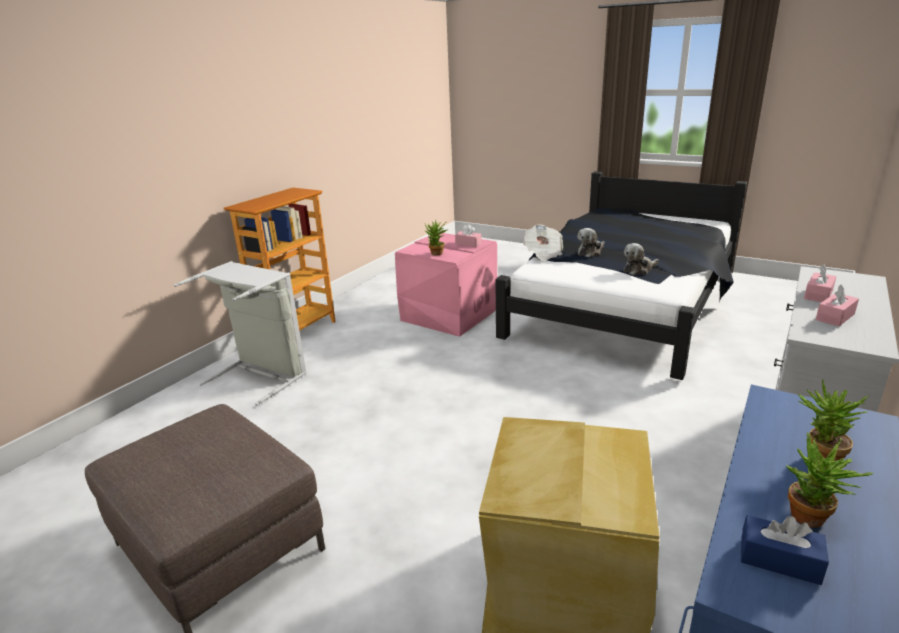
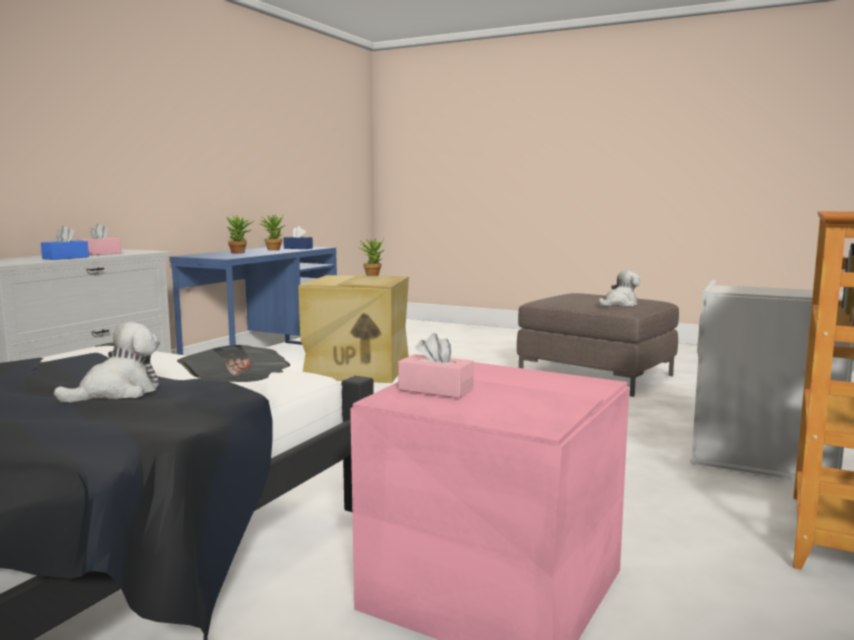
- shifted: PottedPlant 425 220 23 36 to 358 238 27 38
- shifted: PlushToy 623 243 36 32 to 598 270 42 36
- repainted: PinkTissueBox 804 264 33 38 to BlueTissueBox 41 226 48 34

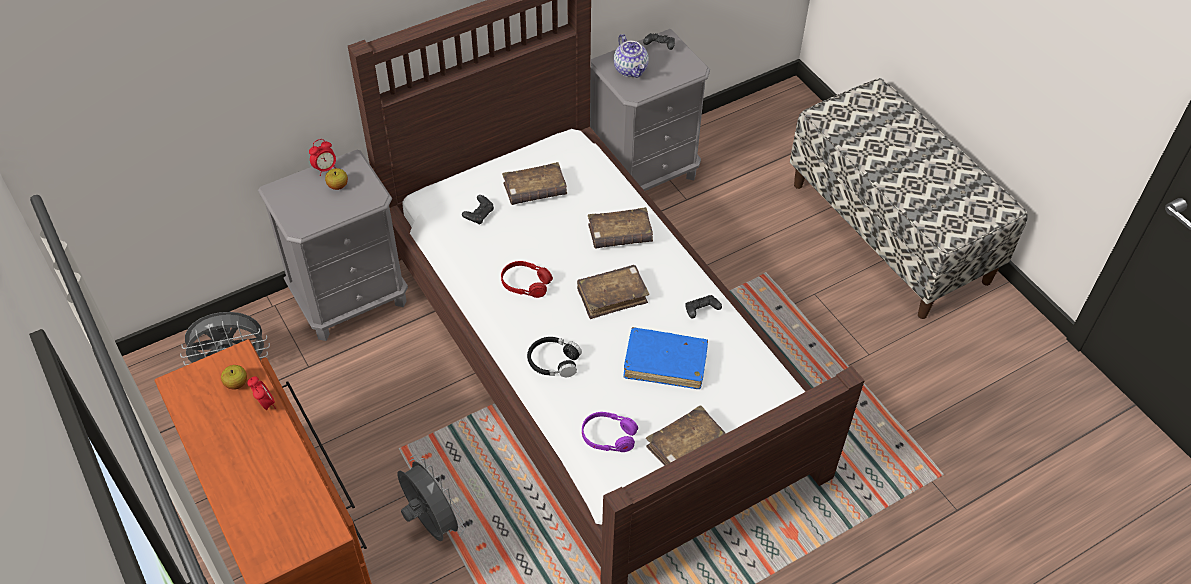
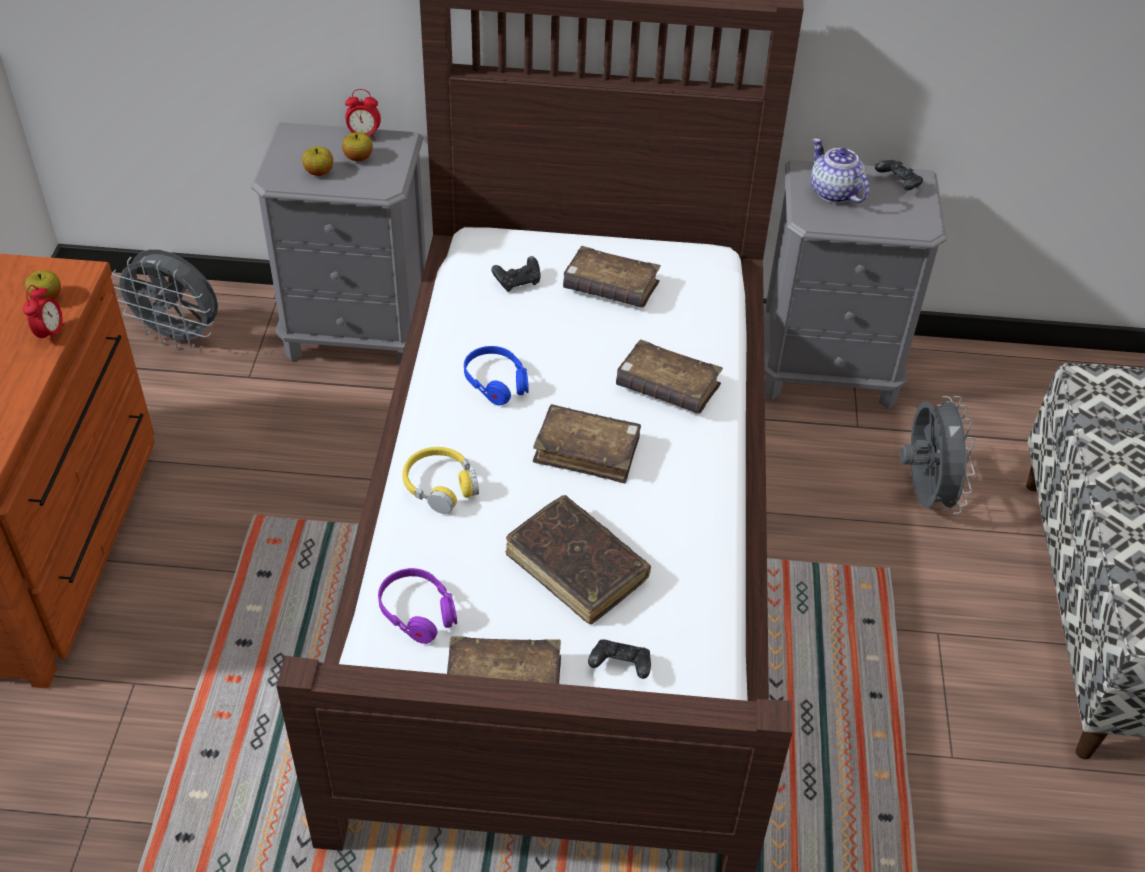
- rotated: Teapot 614 34 35 44 = 811 138 59 65 135 degrees clockwise
- repainted: RedHeadphones 501 261 52 37 to BlueHeadphones 464 346 65 60
- shifted: BlackGameController 685 295 37 24 to 588 640 63 39
- repainted: BlueBook 623 327 85 62 to BrownBook 505 495 146 129
- repainted: BlackHeadphones 527 337 55 40 to YellowHeadphones 402 447 77 67
- shifted: GreyFan 397 455 68 86 to 900 396 75 118
- new: Apple 302 146 31 30

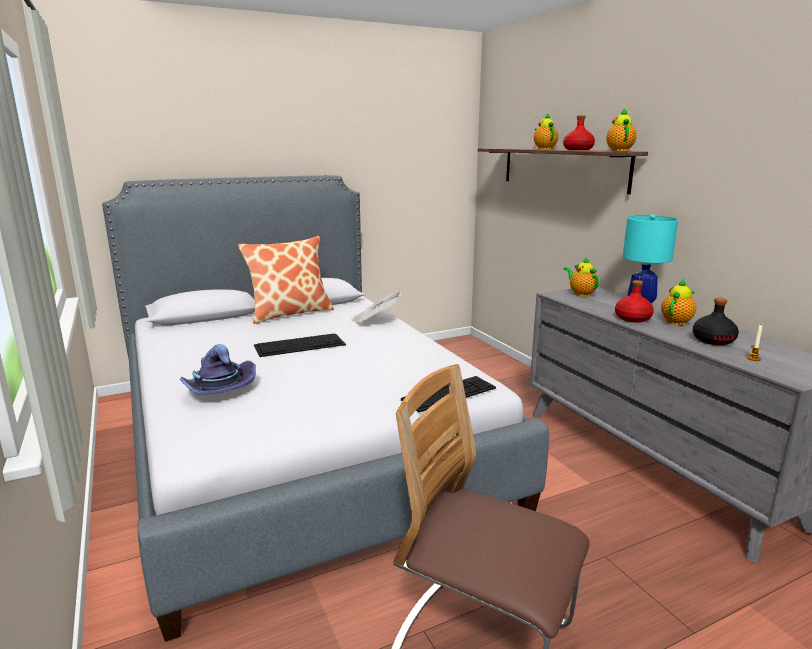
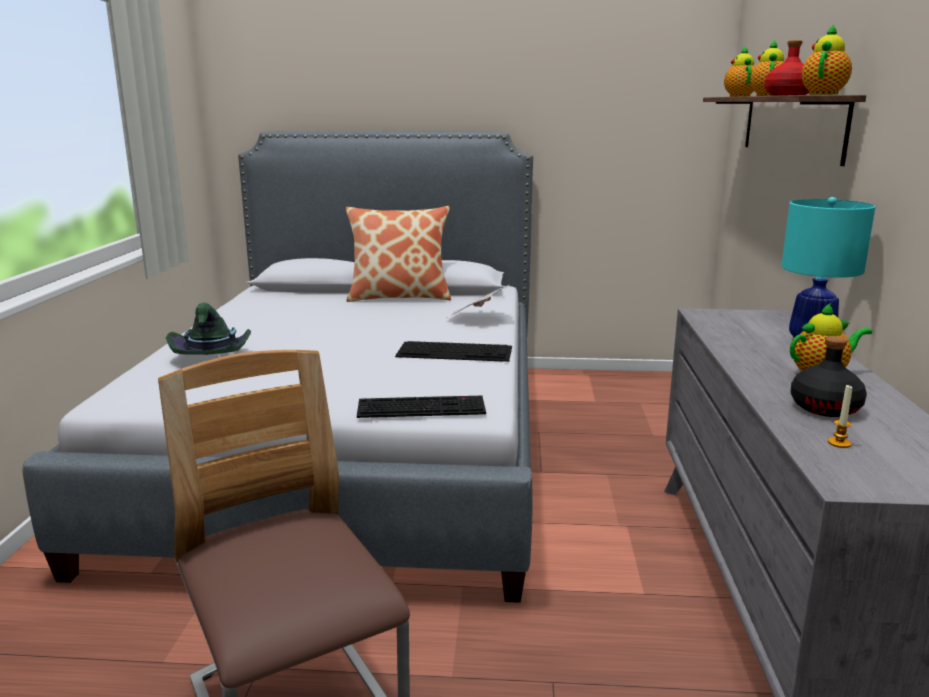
- shifted: Teapot 563 257 36 40 to 724 46 31 51
- gone: RedBottle 615 280 39 42
- shifted: Keyboard 254 334 92 23 to 395 341 117 21
- repainted: PurpleHat 180 344 76 51 to GreenHat 166 303 85 52

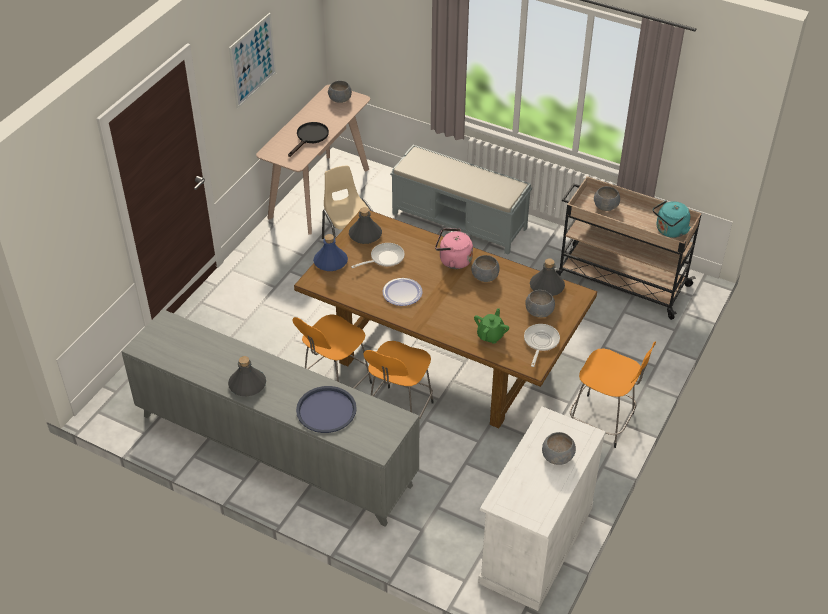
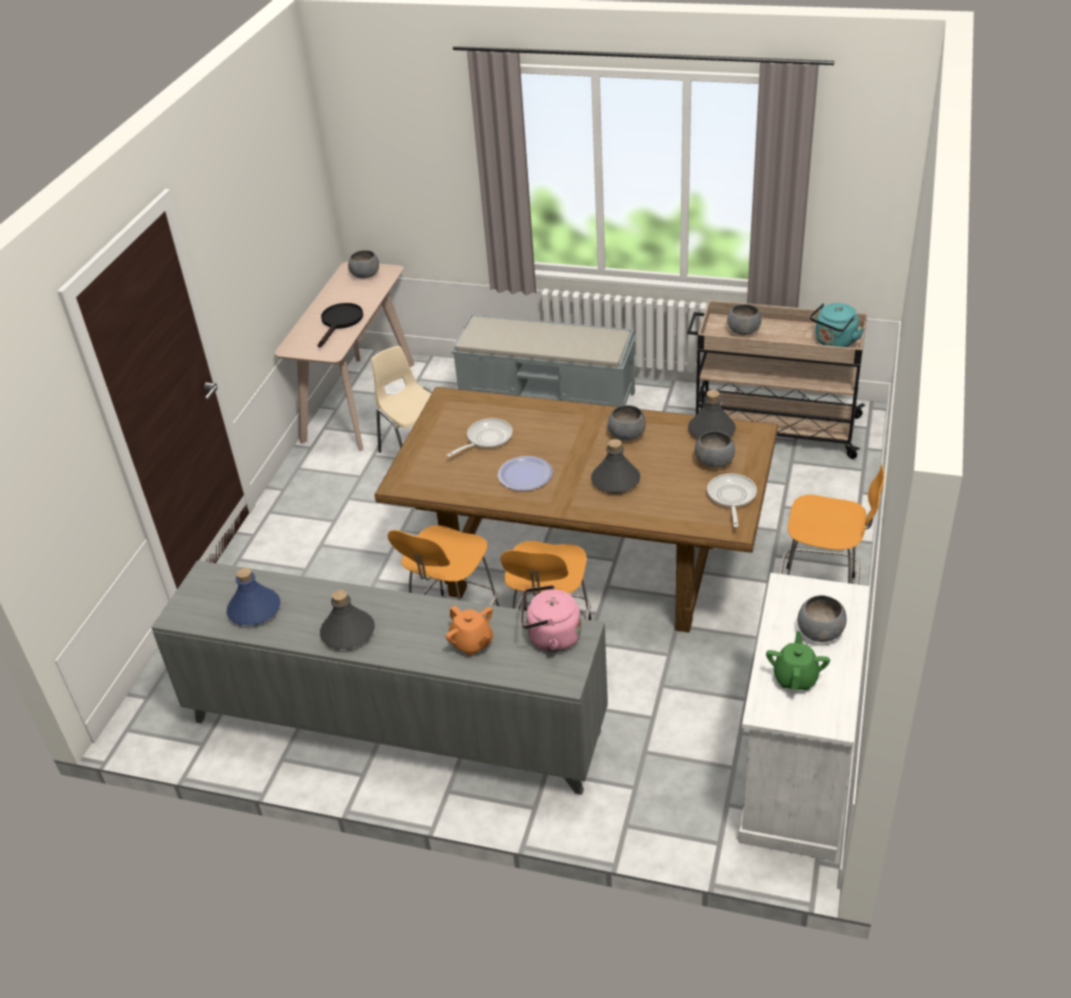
- gone: Picture 229 13 47 96
- shifted: GreyBottle 349 207 33 37 to 591 439 49 54
- shifted: PinkKettle 435 228 38 41 to 521 585 60 67
- shifted: BlueBottle 313 234 35 37 to 227 567 53 59
- shifted: GreenTeapot 474 308 35 36 to 766 631 64 59
- swapped: BlueTray 296 386 61 47 to OrangeTeapot 446 605 47 51

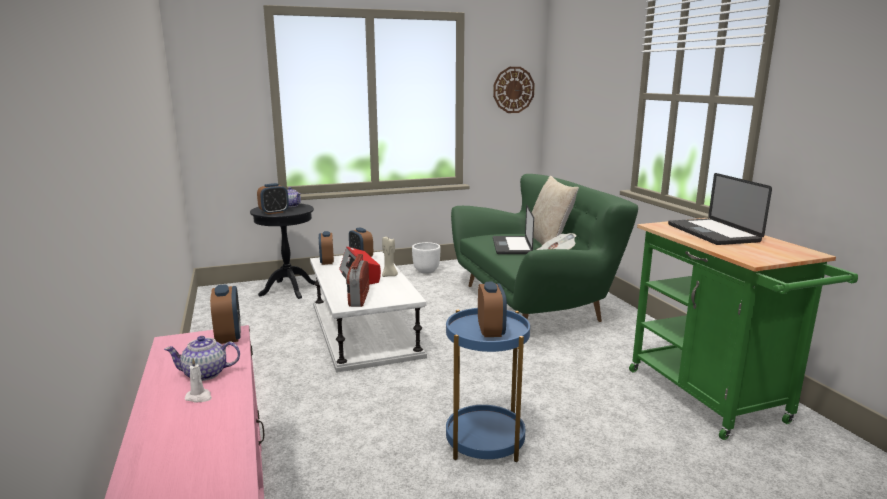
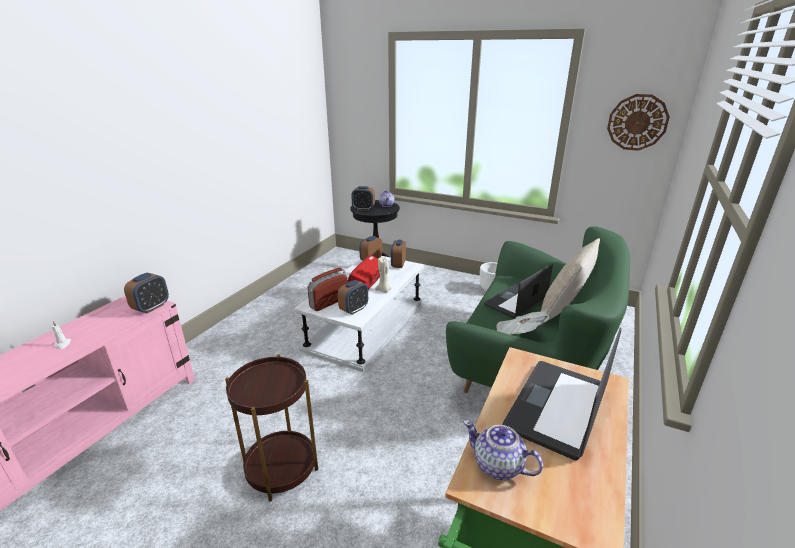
- shifted: AlarmClock 478 282 29 55 to 338 280 30 35
- repainted: BlueSideTable 446 308 84 154 to BrownSideTable 225 354 93 147
- shifted: Teapot 164 336 76 45 to 463 420 80 60

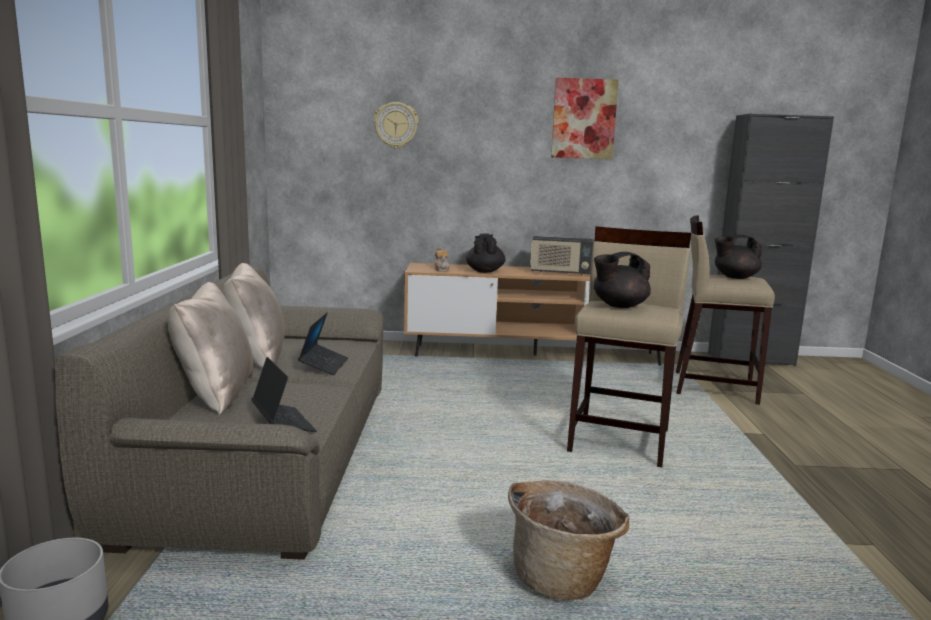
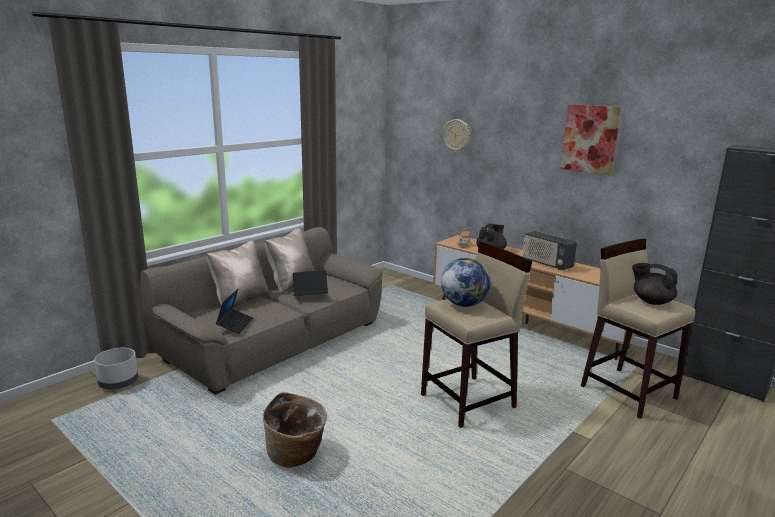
- swapped: BlackTeapot 594 252 57 56 to Globe 441 258 50 49
- rotated: Laptop 298 313 50 62 = 293 270 35 26 150 degrees counterclockwise

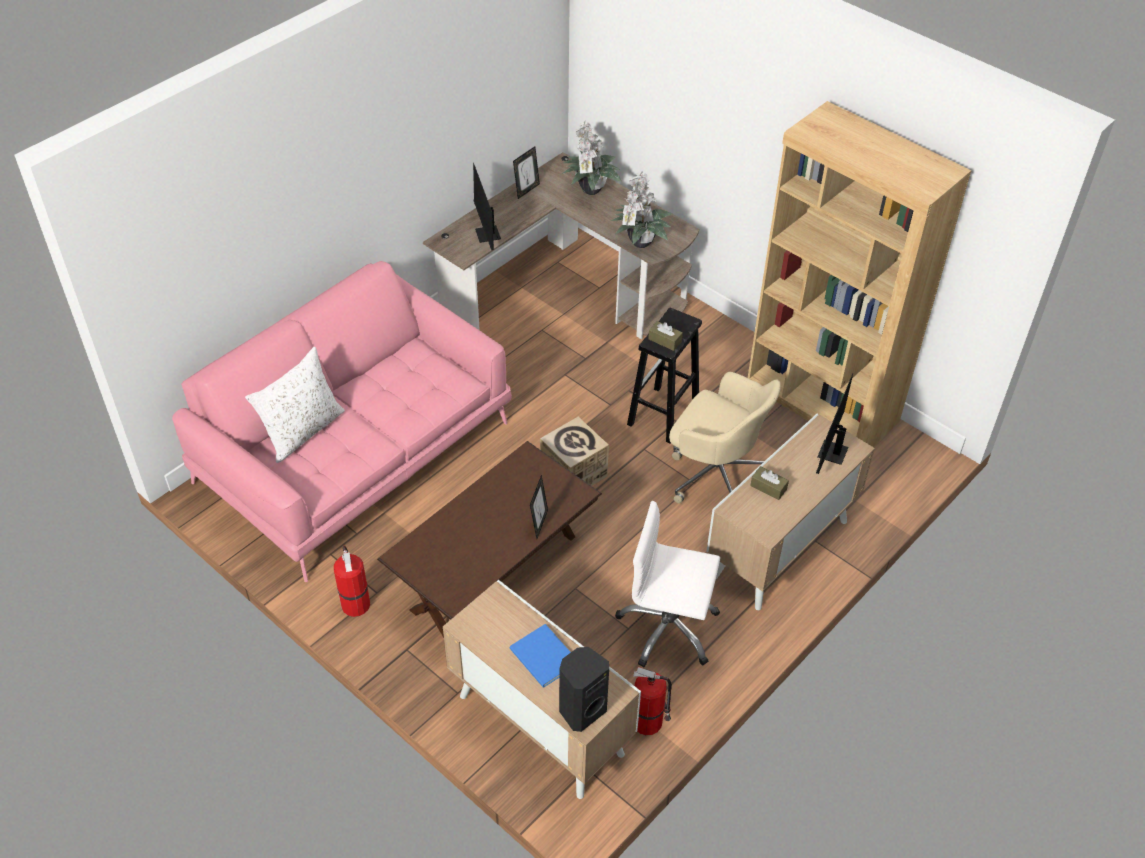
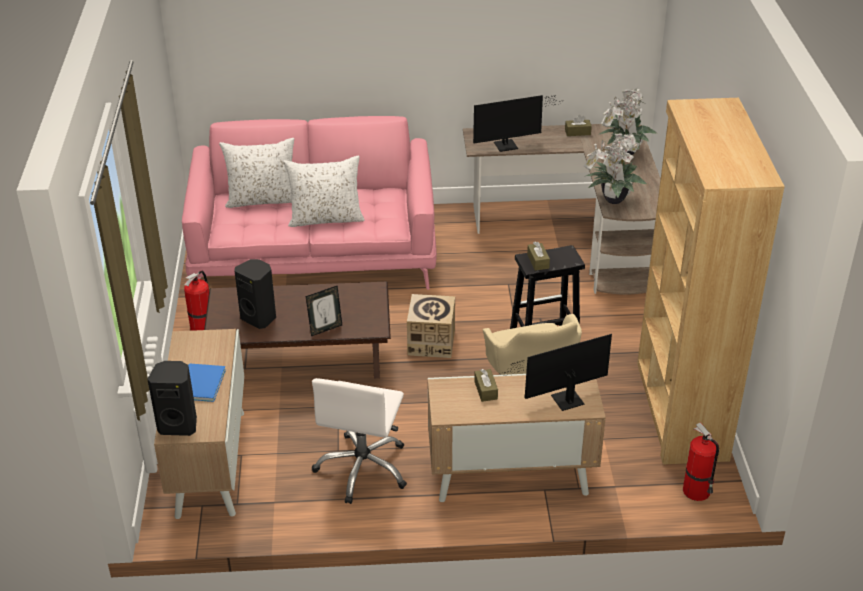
- swapped: PictureFrame 513 146 27 53 to BrownTissueBox 565 115 27 21
- rotated: Monitor 473 163 28 87 = 473 95 92 57 135 degrees counterclockwise
- rotated: WhiteOfficeChair 615 501 105 166 = 312 378 95 126 135 degrees counterclockwise
- shifted: FireExtinguisher 633 667 39 68 to 683 422 36 79
- new: WhitePillow 283 156 82 71
- new: BlackSpeaker 235 259 41 70

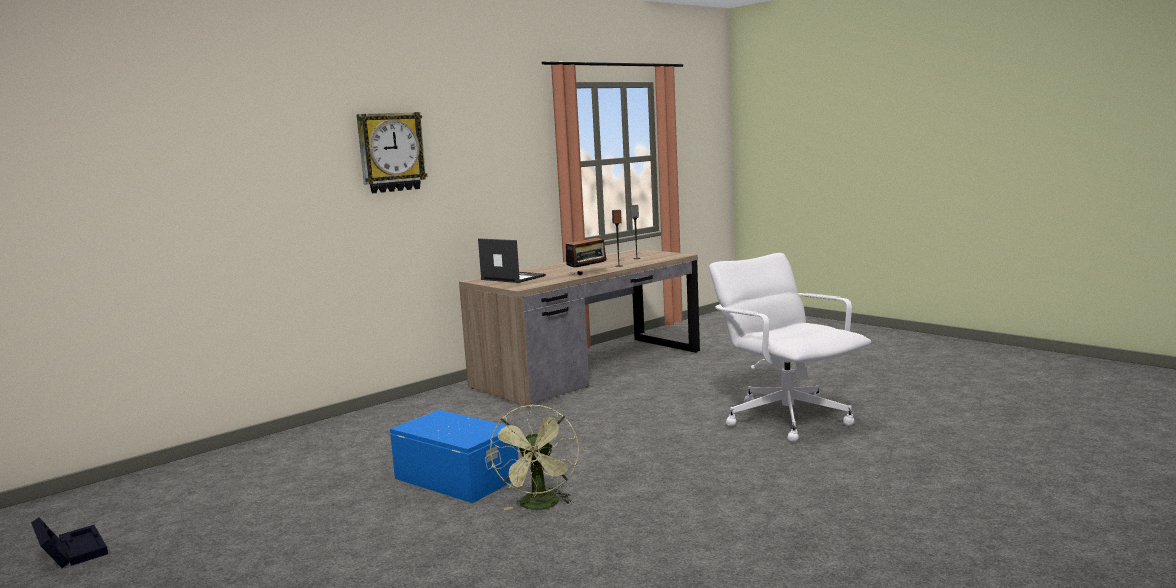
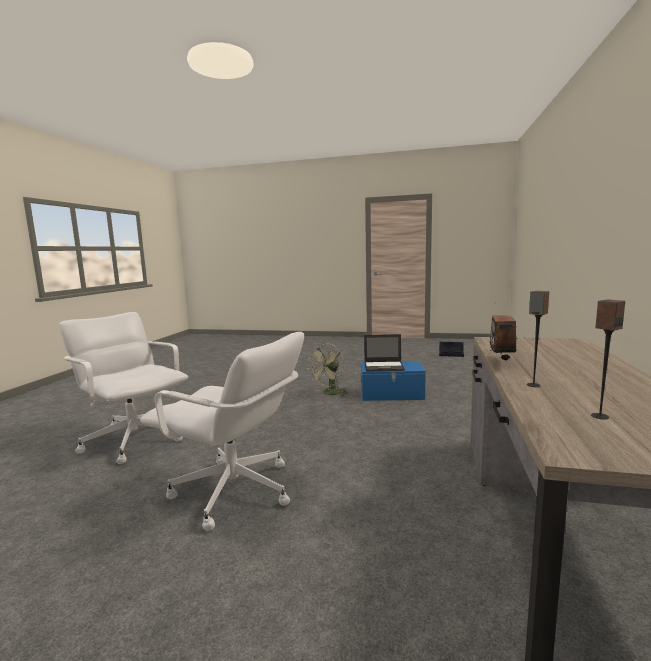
- gone: WallClock 357 112 71 81
- shifted: Laptop 478 238 68 45 to 364 334 41 37
- rotated: GreenFan 490 404 89 106 = 308 344 40 52 105 degrees counterclockwise
- new: WhiteOfficeChair 59 312 129 152

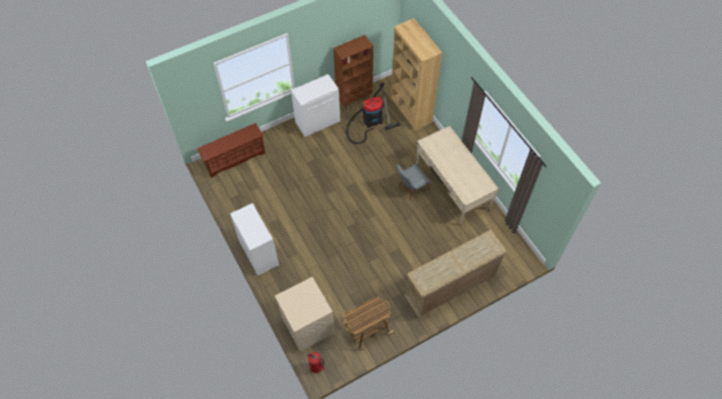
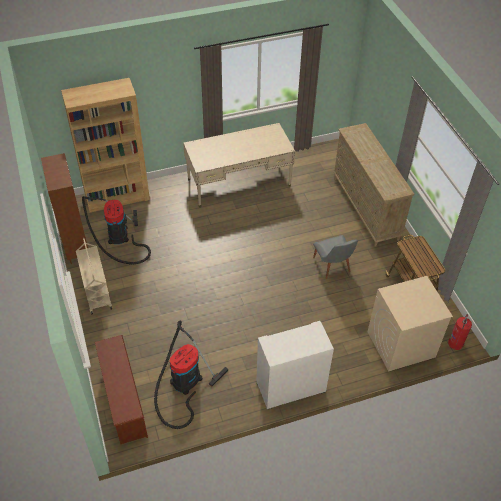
- swapped: WhiteCabinet 291 74 49 63 to BeigeCart 76 238 36 77
- shifted: GreyChair 397 164 33 36 to 313 235 45 44
- new: VacuumCleaner 154 321 74 108

